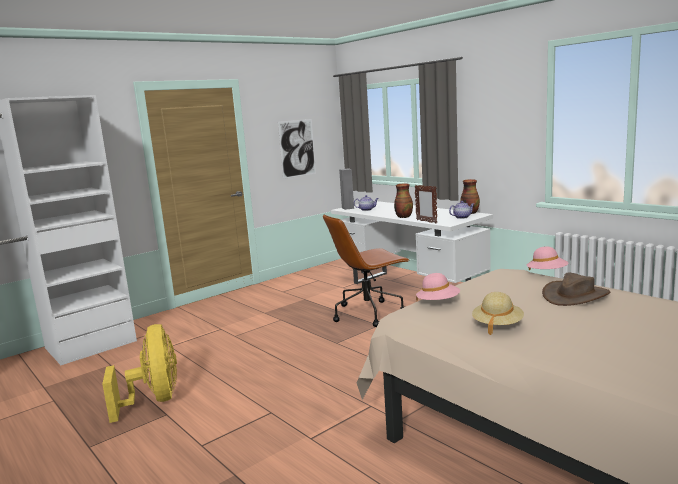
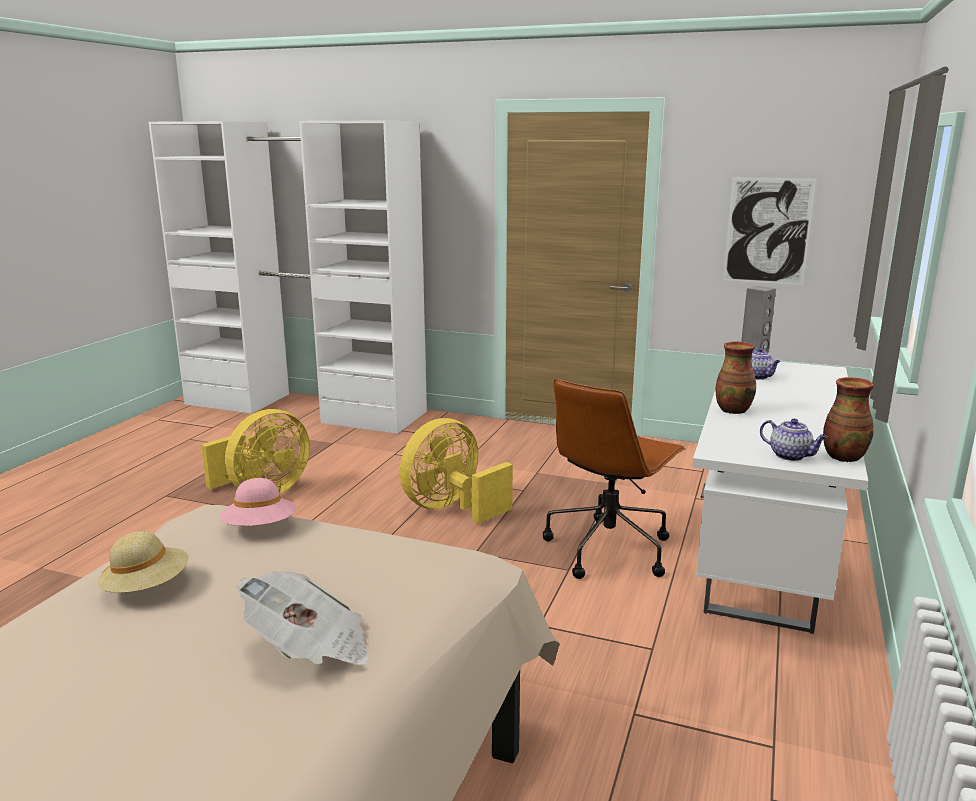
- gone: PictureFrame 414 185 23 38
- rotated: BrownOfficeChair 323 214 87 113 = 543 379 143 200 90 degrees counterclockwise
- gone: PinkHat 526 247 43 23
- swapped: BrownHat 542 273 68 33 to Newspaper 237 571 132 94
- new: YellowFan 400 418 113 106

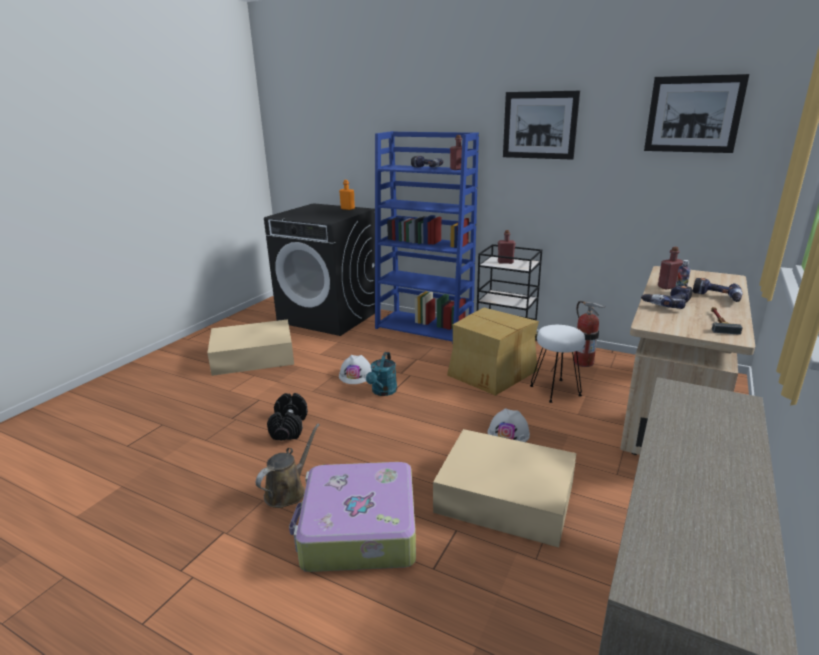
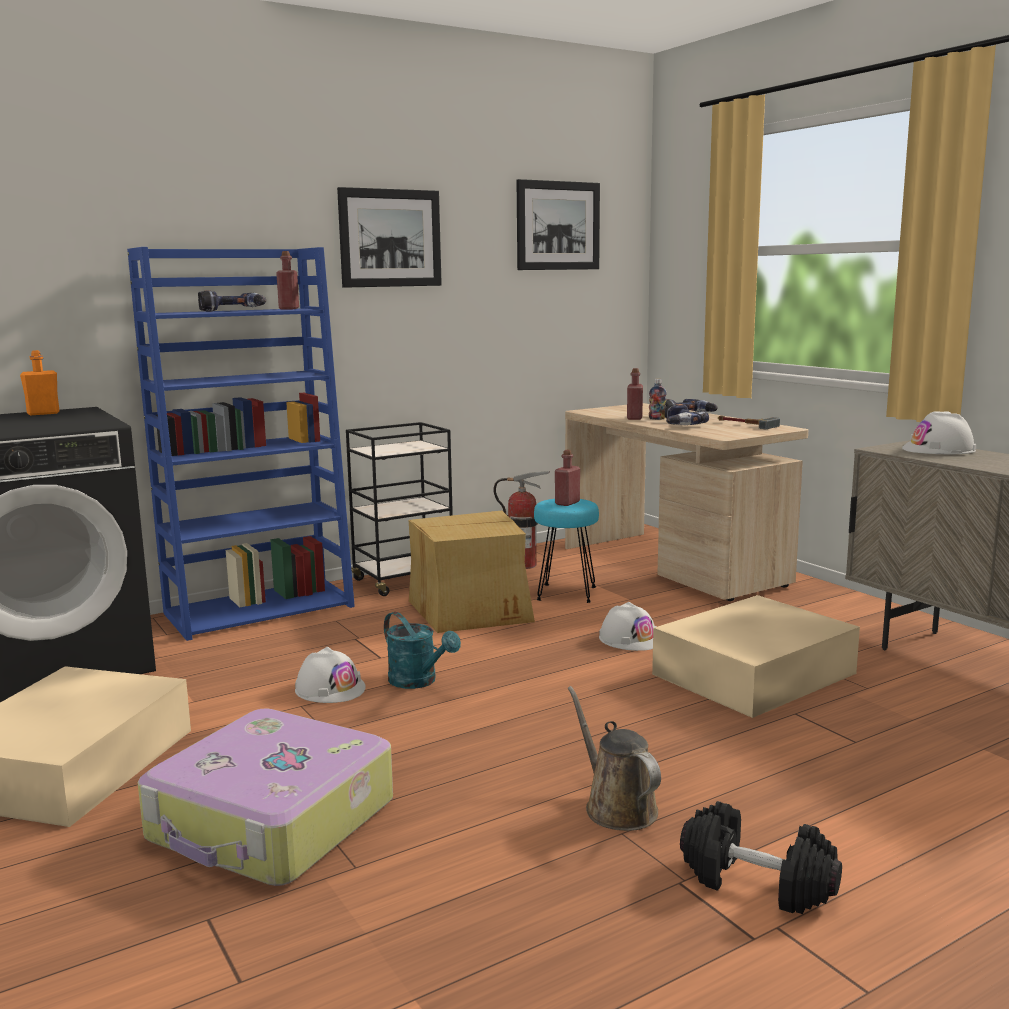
- shifted: RedBottle 498 230 17 34 to 555 450 25 56
- repainted: WhiteStool 530 325 55 78 to TurquoiseStool 534 499 65 104
- shifted: BlackDumbbell 267 393 41 48 to 680 801 162 113
- shifted: Suitcase 289 462 127 110 to 138 708 255 178
- new: WhiteHardHat 902 411 74 43

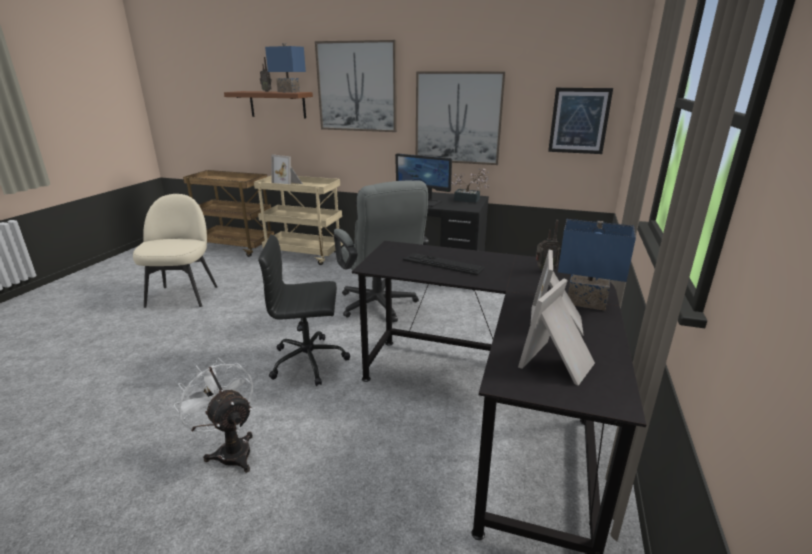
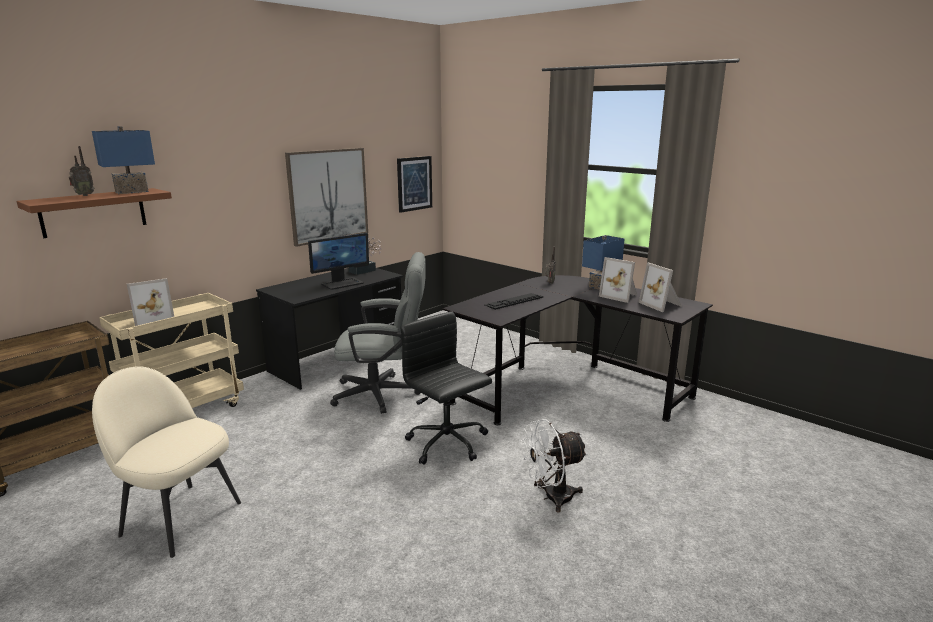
- gone: Picture 315 40 82 92
- rotated: BlackOfficeChair 258 234 92 152 = 401 311 91 154 120 degrees clockwise

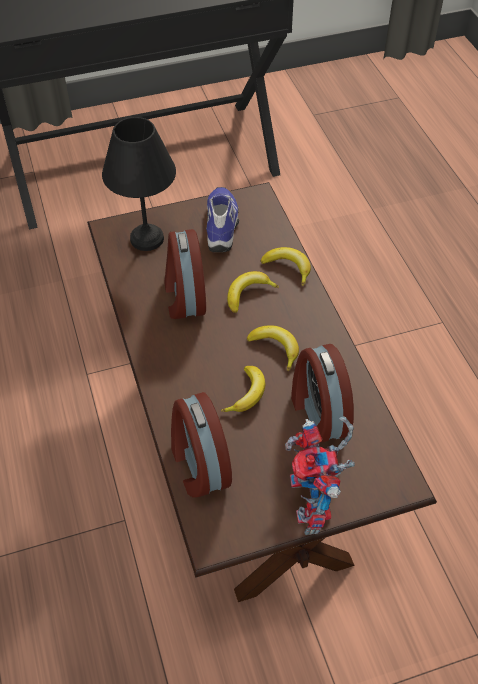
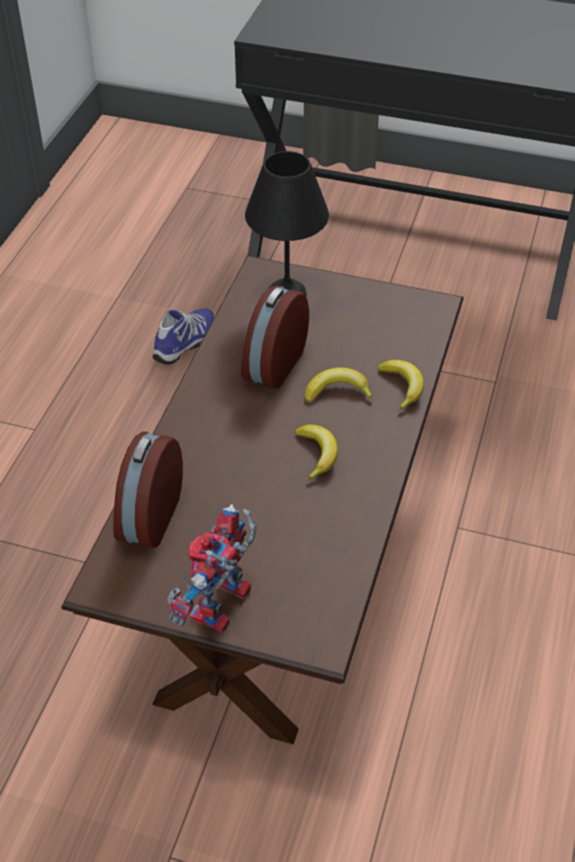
- shifted: Shoe 206 187 33 65 to 153 308 61 57
- gone: AlarmClock 291 344 63 99
- gone: Banana 221 366 44 46

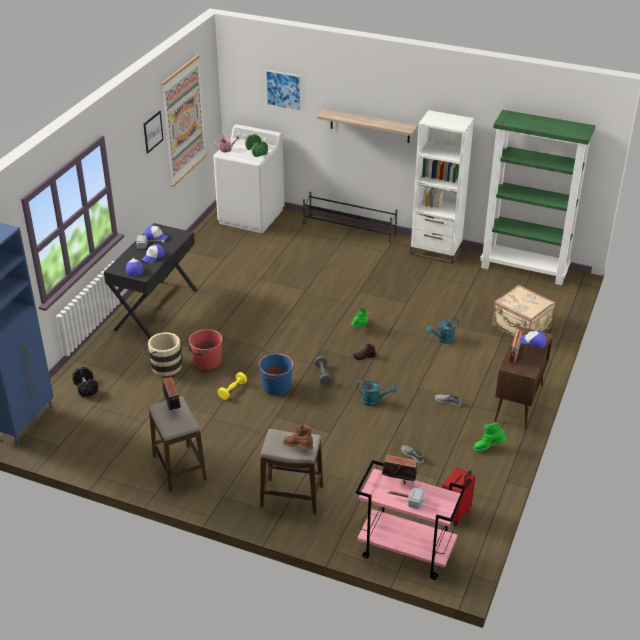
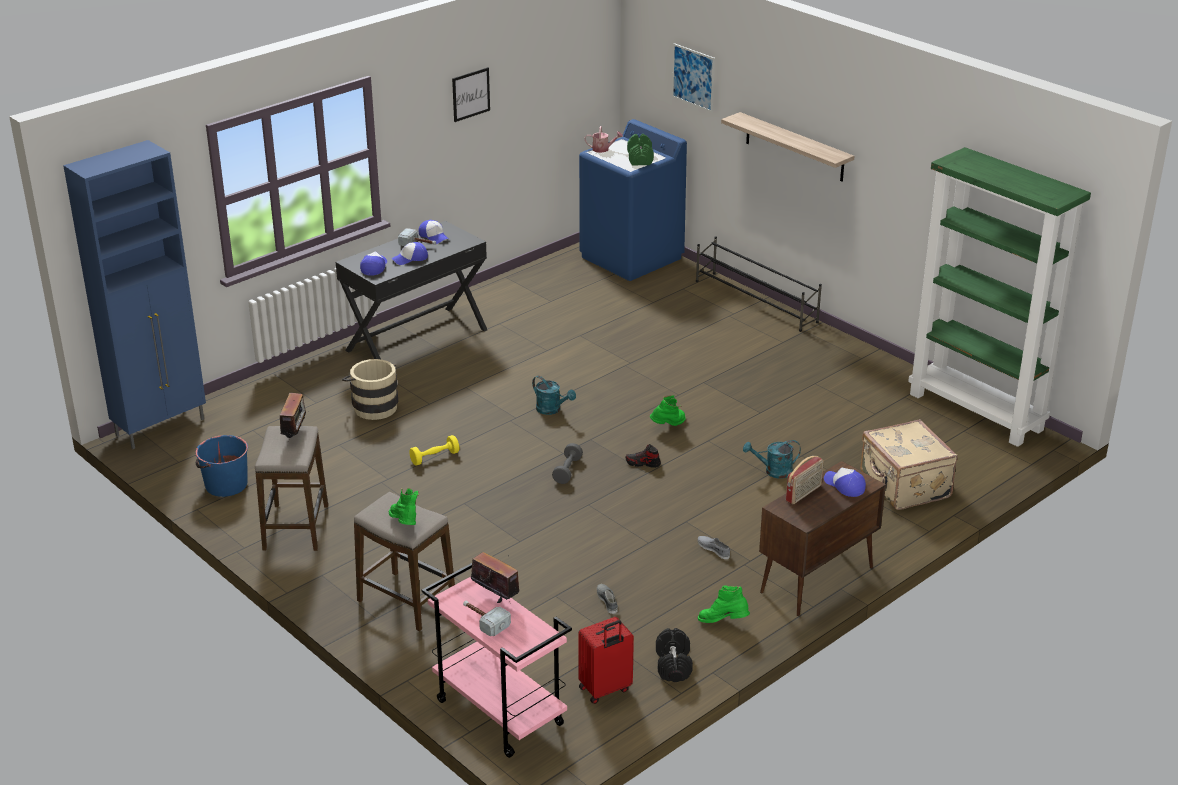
- gone: Picture 161 55 46 132
- gone: WhiteBookcase 410 110 64 154
- repainted: WhiteWashingMachine 213 124 72 109 to BlueWashingMachine 579 119 108 162
- gone: RedBucket 189 329 34 41
- shifted: BlueBucket 258 353 35 43 to 195 435 53 62
- shifted: BlackDumbbell 72 367 26 30 to 656 628 37 54
- shifted: TurquoiseWateringCan 357 380 40 26 to 532 376 44 39
- repainted: BrownBoot 283 424 30 26 to GreenBoot 389 488 30 37

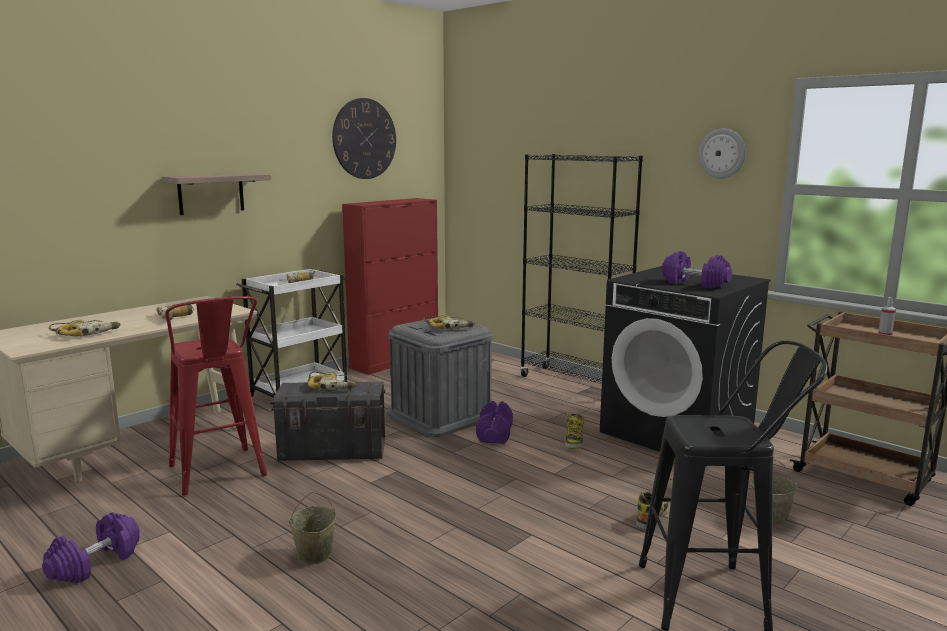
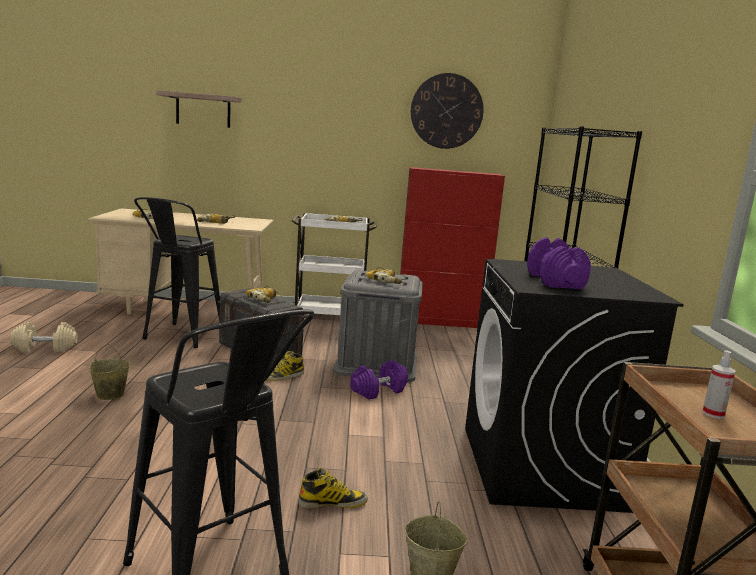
- gone: WallClock 699 129 47 49
- shifted: Shelf 162 173 109 42 to 156 90 86 38
- repainted: RedStool 165 296 102 199 to BlackStool 134 197 86 151
- shifted: Boot 565 414 19 35 to 267 351 37 30
- repainted: PurpleDumbbell 42 512 98 72 to BeigeDumbbell 10 322 68 31

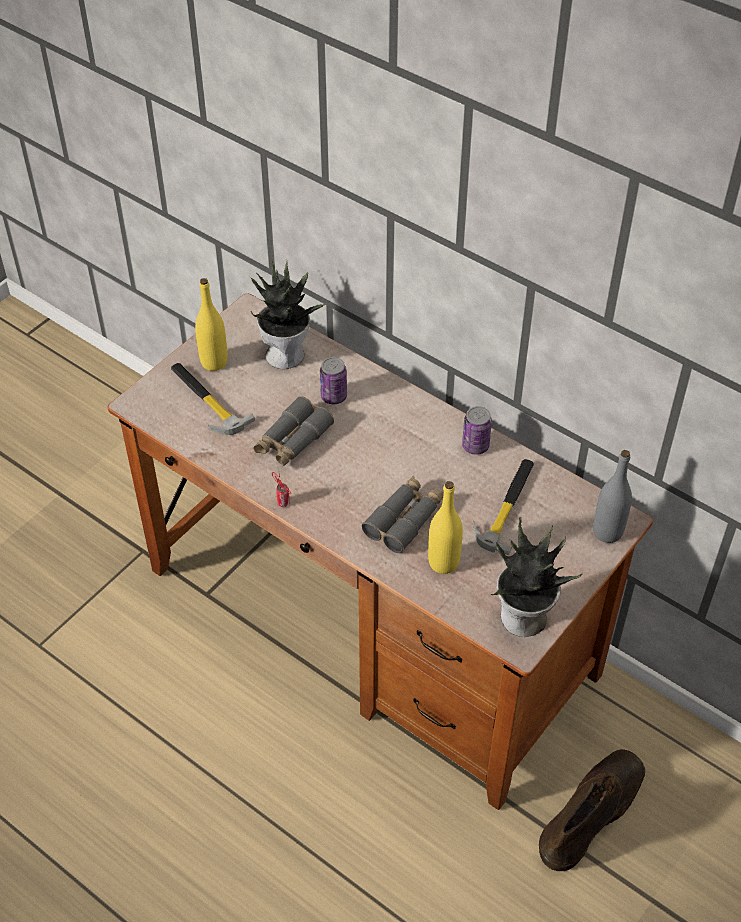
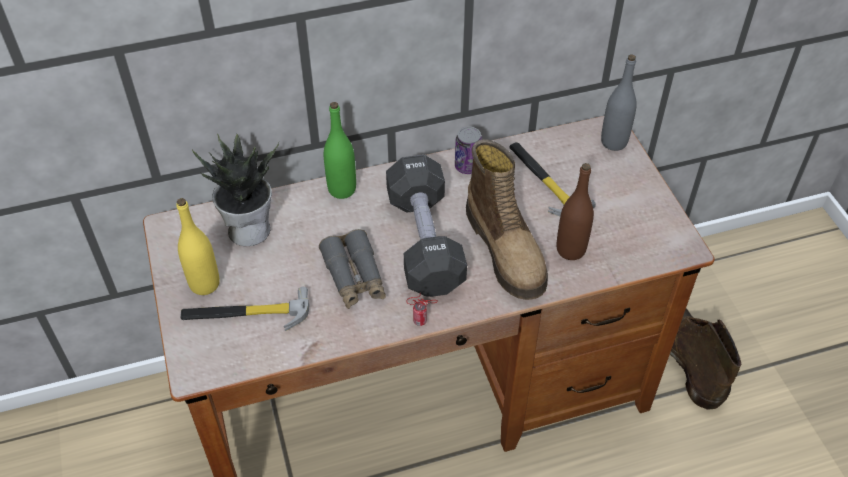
- gone: Can 320 357 27 47
- swapped: GreyBinoculars 362 476 82 77 to Boot 466 139 82 161
- repainted: YellowBottle 428 481 35 93 to BrownBottle 557 163 37 97
- gone: PottedPlant 491 517 92 120
- new: GreenBottle 324 102 32 97
- new: BlackDumbbell 386 155 81 142

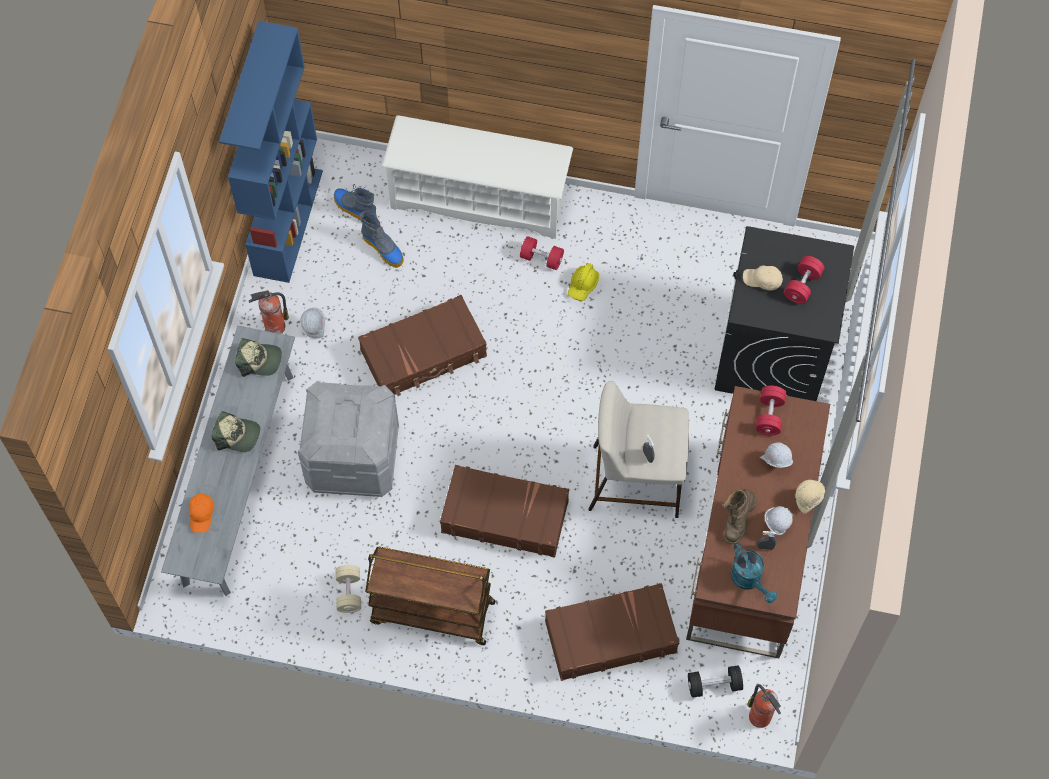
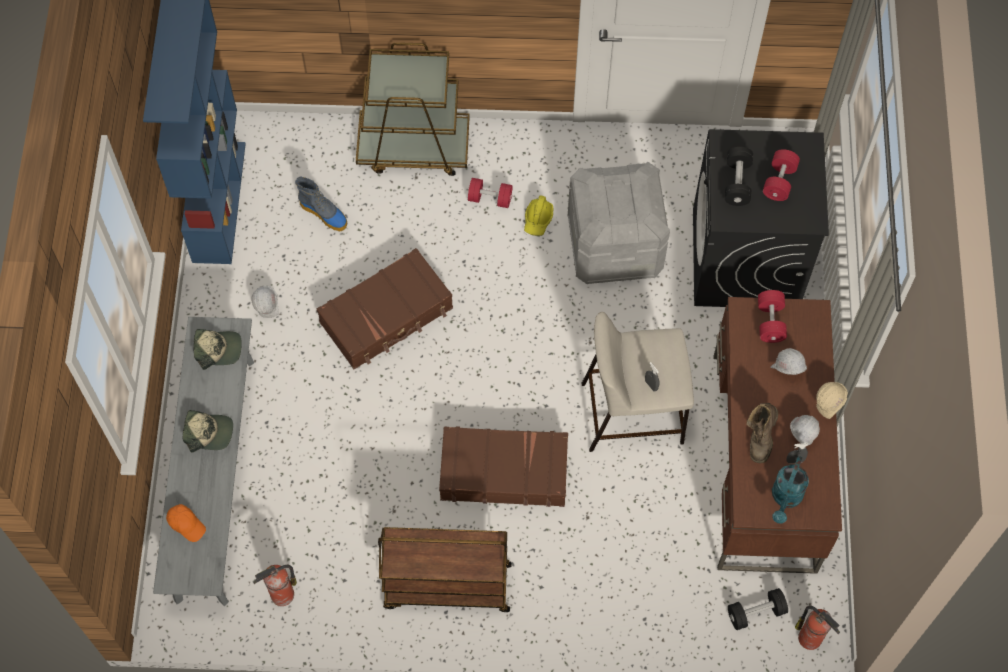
- swapped: WhiteShoeRack 382 115 191 124 to BrownCart 356 42 114 134
- gone: Boot 334 184 43 37
- swapped: BeigeCap 743 265 40 26 to BlackDumbbell 725 147 28 59
- shifted: FireExtinguisher 249 290 40 44 to 253 565 44 41
- shifted: GreyStorageBox 298 381 101 116 to 568 162 102 122
- rotated: OrangeCap 189 494 25 39 = 166 504 40 38 45 degrees counterclockwise
- rotated: TurquoiseWateringCan 731 543 46 60 = 772 456 37 67 60 degrees clockwise
- gone: BeigeDumbbell 336 565 25 48
- gone: BrownSuitcase 545 583 134 98

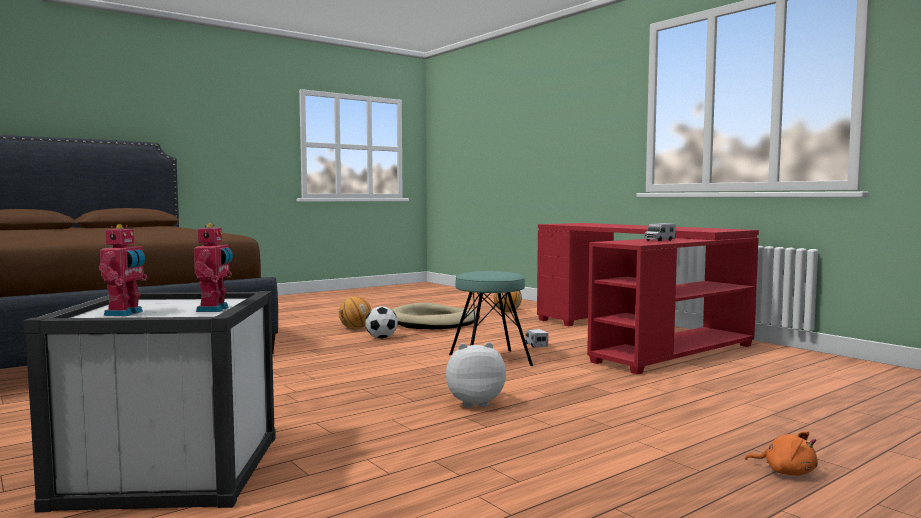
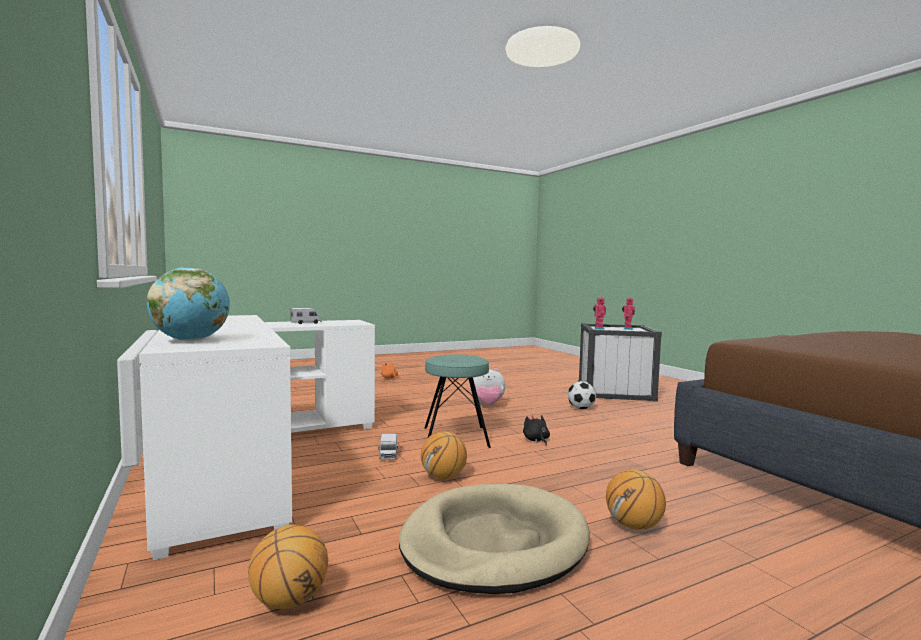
- repainted: RedDesk 537 223 222 152 to WhiteDesk 139 315 236 245
- shifted: Football 366 306 31 33 to 568 381 28 28
- new: Globe 147 267 83 74
- new: BlackPlushToy 523 415 27 31
- new: Basketball 421 431 46 48

